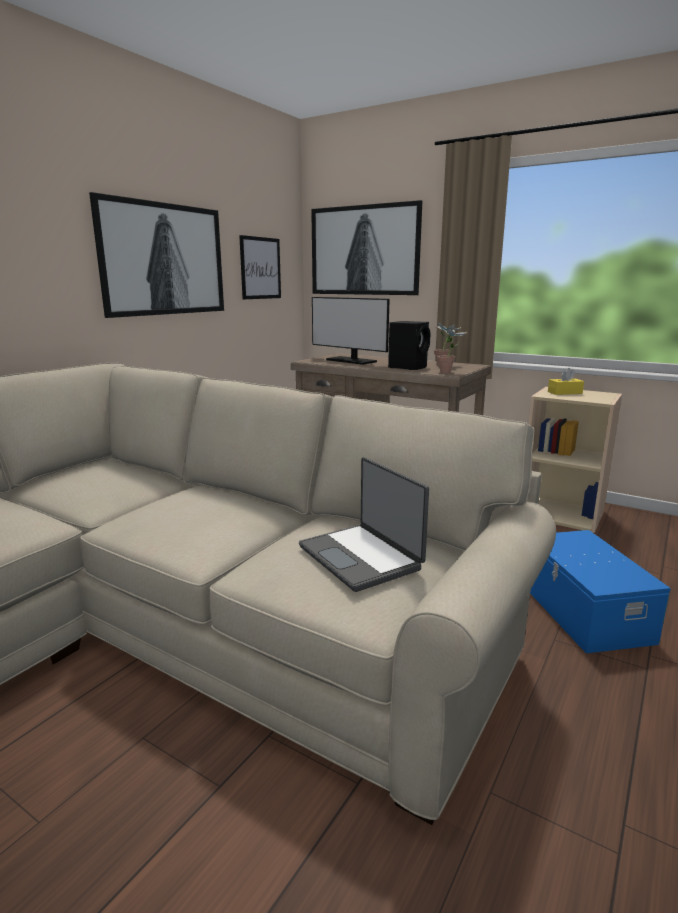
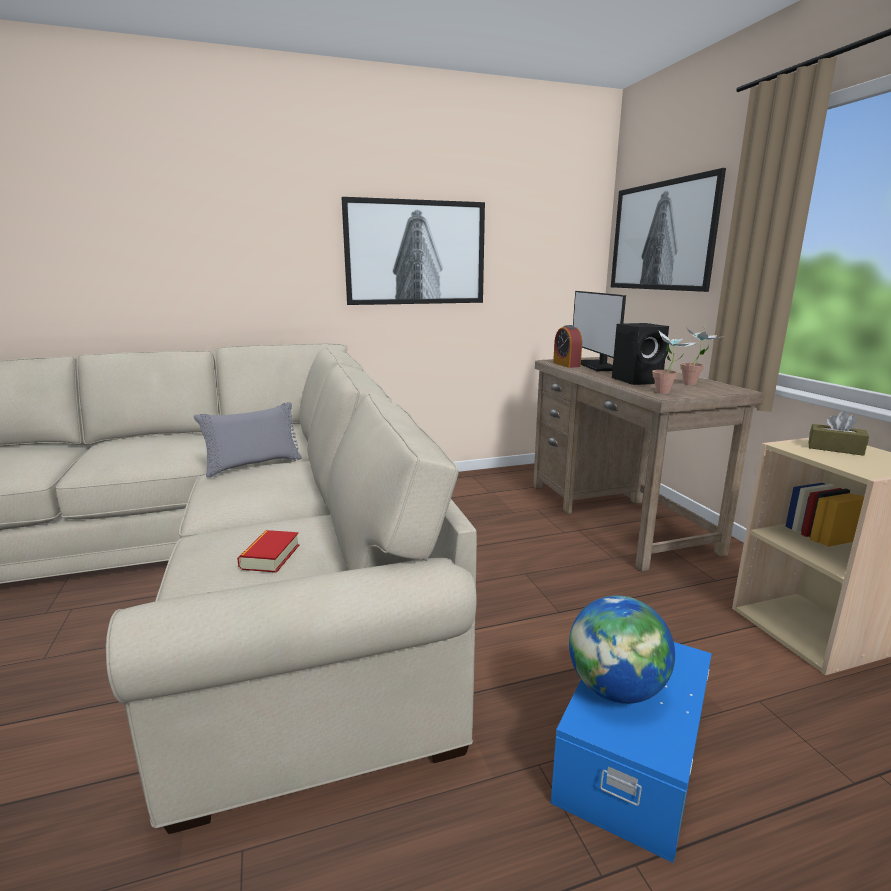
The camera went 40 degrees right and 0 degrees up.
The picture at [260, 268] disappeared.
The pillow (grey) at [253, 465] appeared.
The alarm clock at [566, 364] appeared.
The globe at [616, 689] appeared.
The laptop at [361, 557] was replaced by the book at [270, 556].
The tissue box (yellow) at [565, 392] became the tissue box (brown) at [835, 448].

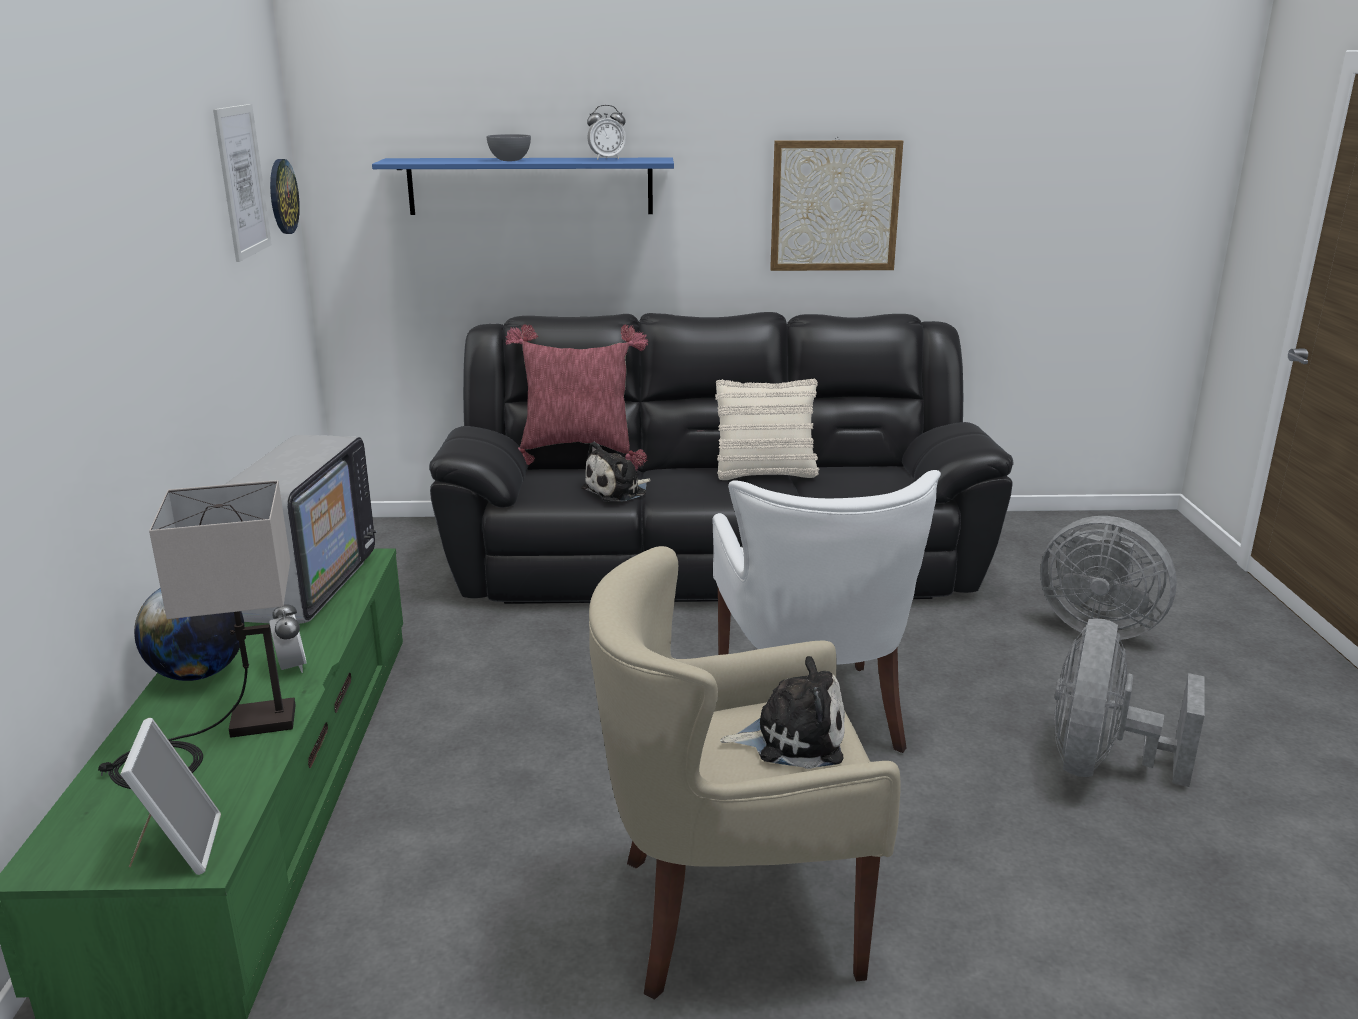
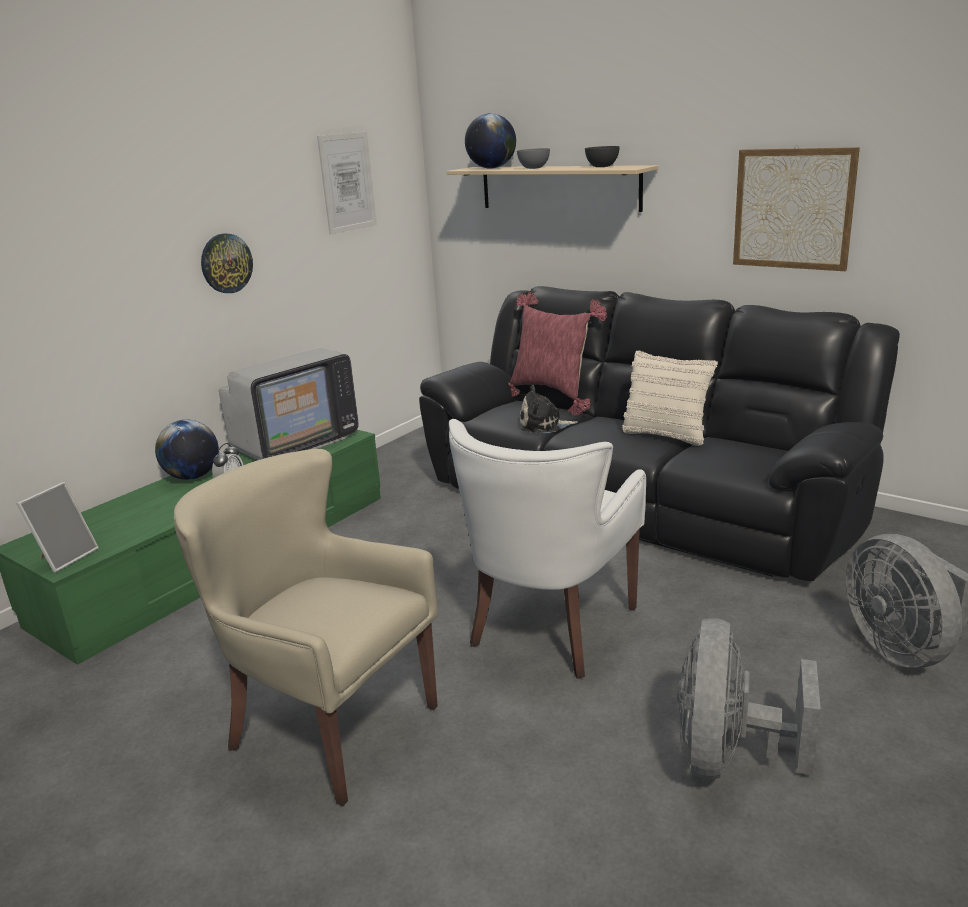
The camera went 40 degrees right and 0 degrees up.
The table lamp at [217, 738] disappeared.
The plush toy at [793, 738] disappeared.
The globe at [491, 168] appeared.
The wall clock moved from [282, 196] to [226, 263].
The alarm clock at [607, 159] was replaced by the bowl (grey) at [602, 166].
The shelf (blue) at [530, 186] became the shelf (beige) at [558, 188].
The fan (grey) at [1101, 765] turned 45 degrees counterclockwise.

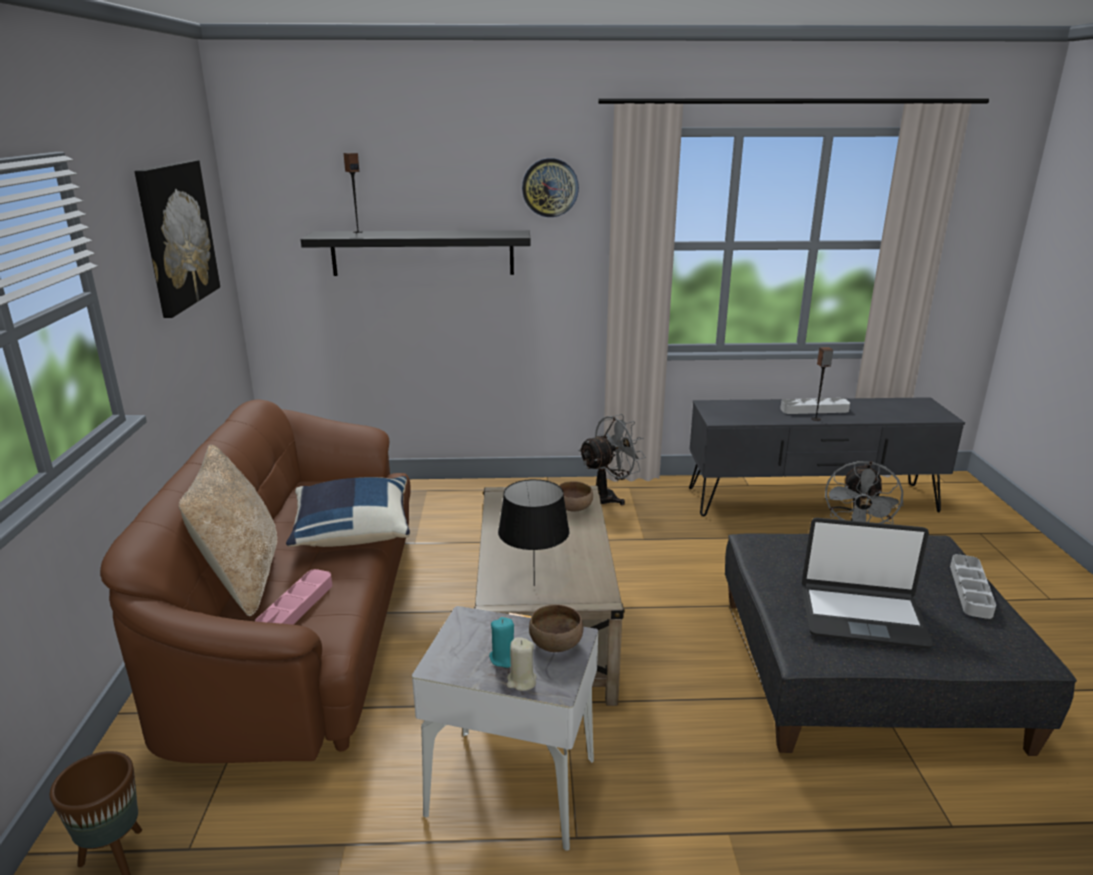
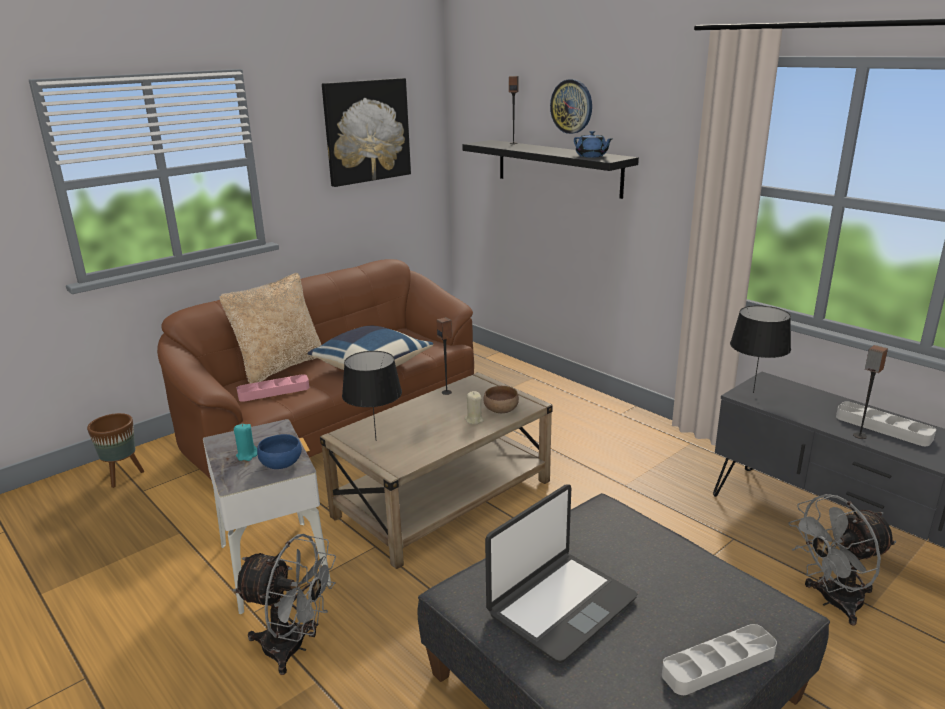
The camera went 50 degrees right and 0 degrees up.
The speaker at [446, 392] appeared.
The teapot (blue) at [591, 156] appeared.
The table lamp (black) at [753, 393] appeared.
The candle (beige) moved from [521, 681] to [474, 420].
The wall clock moved from [550, 187] to [572, 106].
The fan (grey) moved from [607, 497] to [294, 648].
The bowl (brown) at [555, 643] became the bowl (blue) at [282, 464].
The laptop at [862, 616] turned 105 degrees counterclockwise.

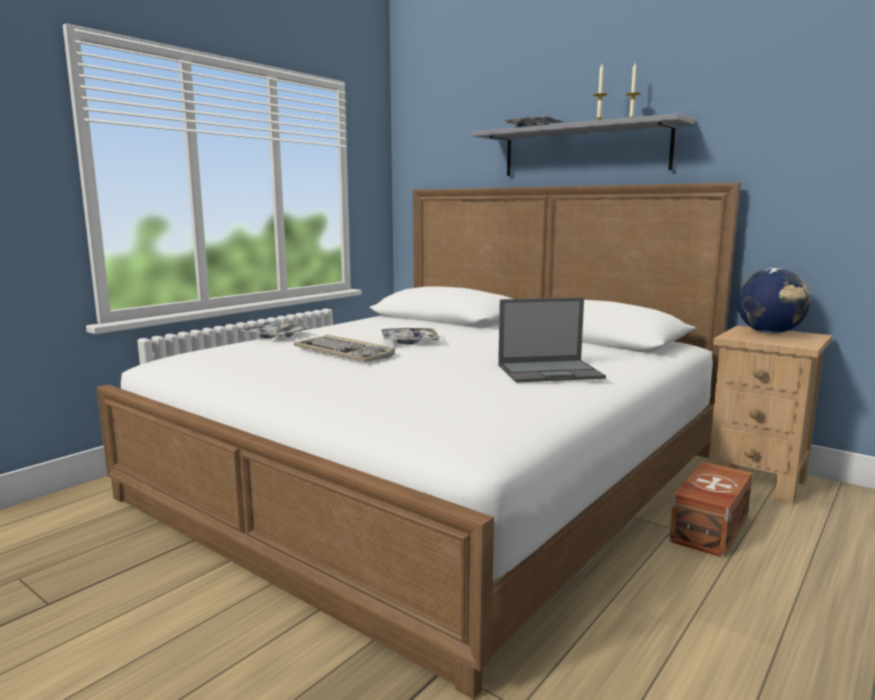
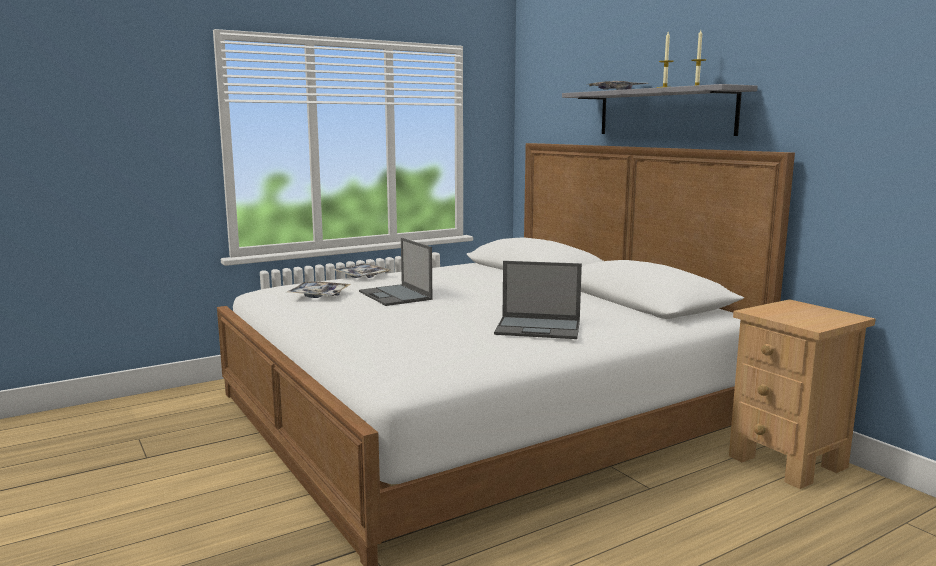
The camera went 20 degrees right and 0 degrees up.
The storage box (brown) at [707, 529] disappeared.
The globe at [769, 333] disappeared.
The tray moved from [409, 342] to [319, 295].
The keyboard at [345, 352] was replaced by the laptop at [395, 296].

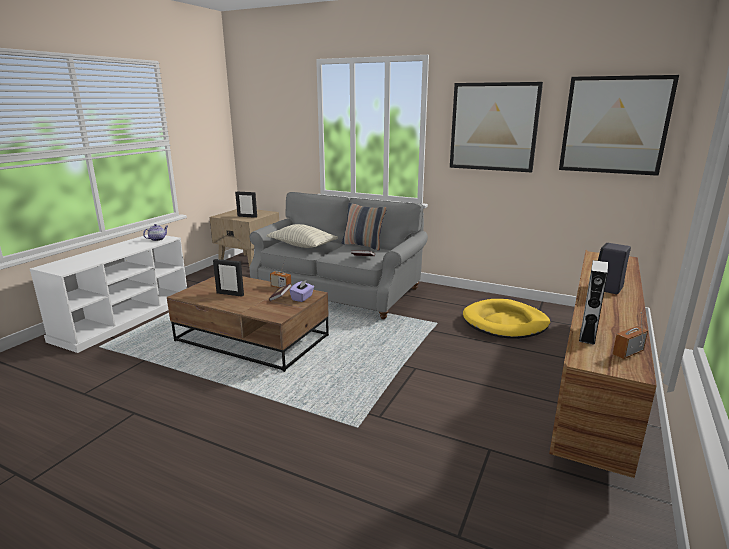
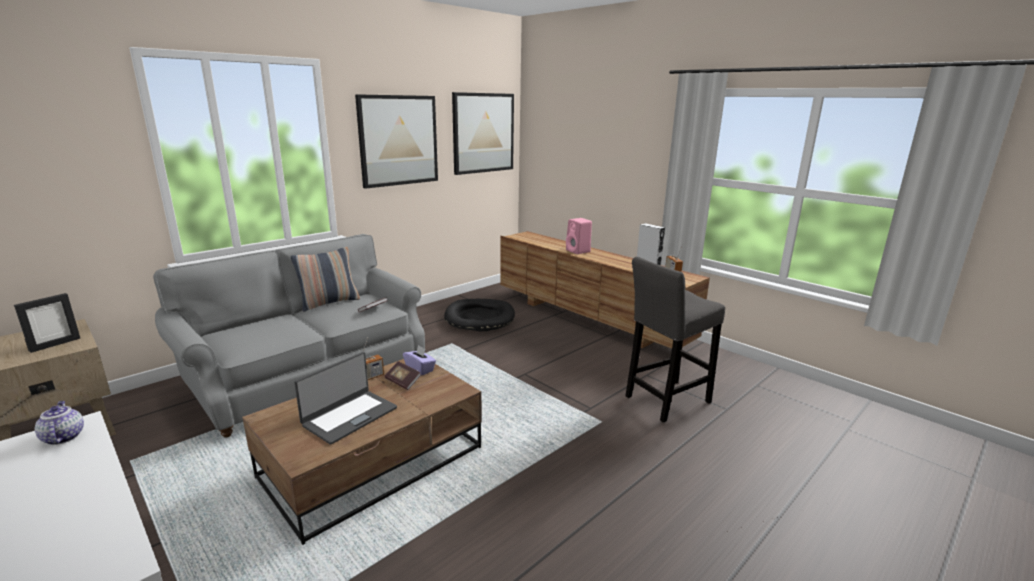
The camera went 70 degrees left and 0 degrees up.
The pillow at [302, 246] disappeared.
The stool (grey) at [664, 401] appeared.
The picture frame at [230, 294] was replaced by the laptop at [349, 416].
The dog bed (yellow) at [505, 323] became the dog bed (black) at [480, 318].
The speaker (black) at [607, 289] became the speaker (pink) at [578, 251].

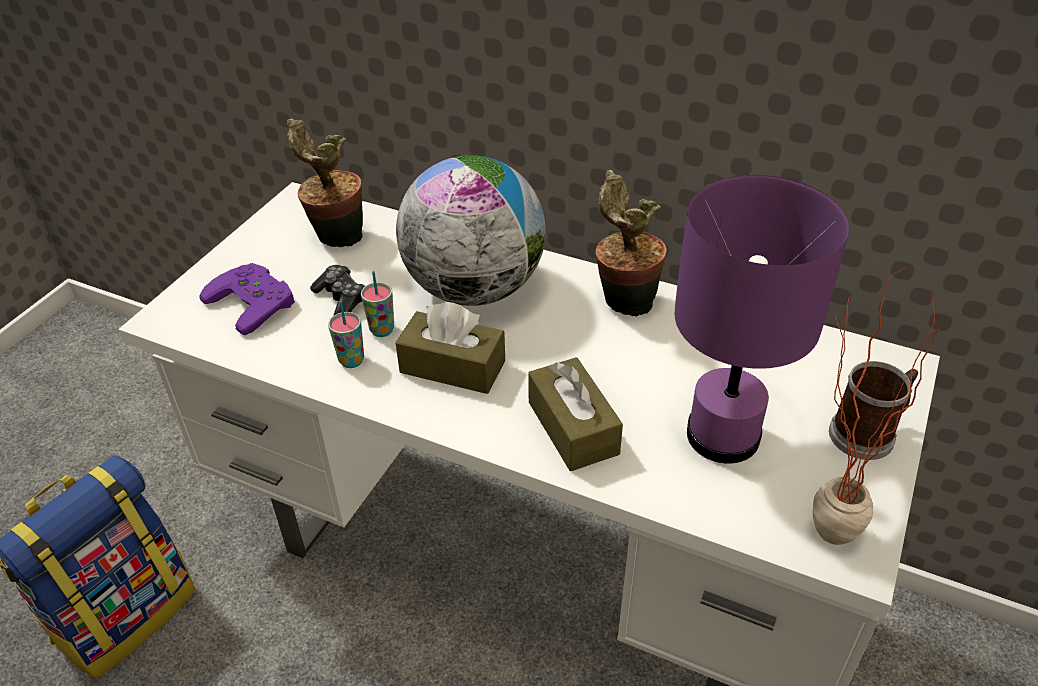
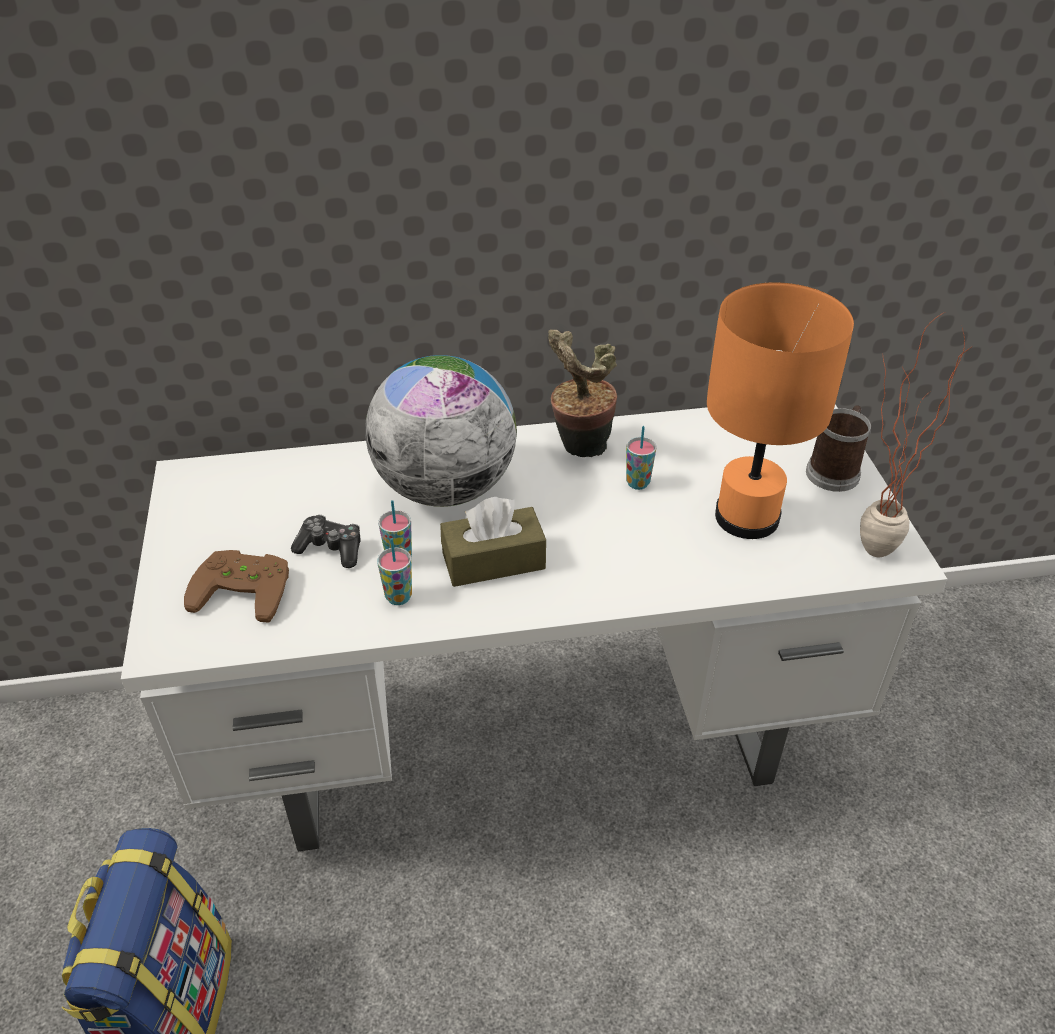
The camera went 35 degrees left and 0 degrees up.
The potted plant at [335, 238] disappeared.
The tissue box (brown) at [573, 428] disappeared.
The cup at [638, 483] appeared.
The game controller (purple) at [256, 301] became the game controller (brown) at [245, 587].
The table lamp (purple) at [724, 435] became the table lamp (orange) at [747, 516].

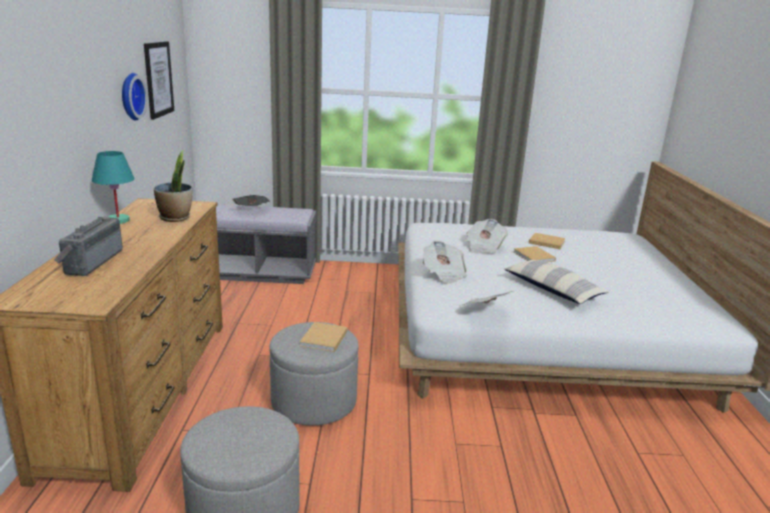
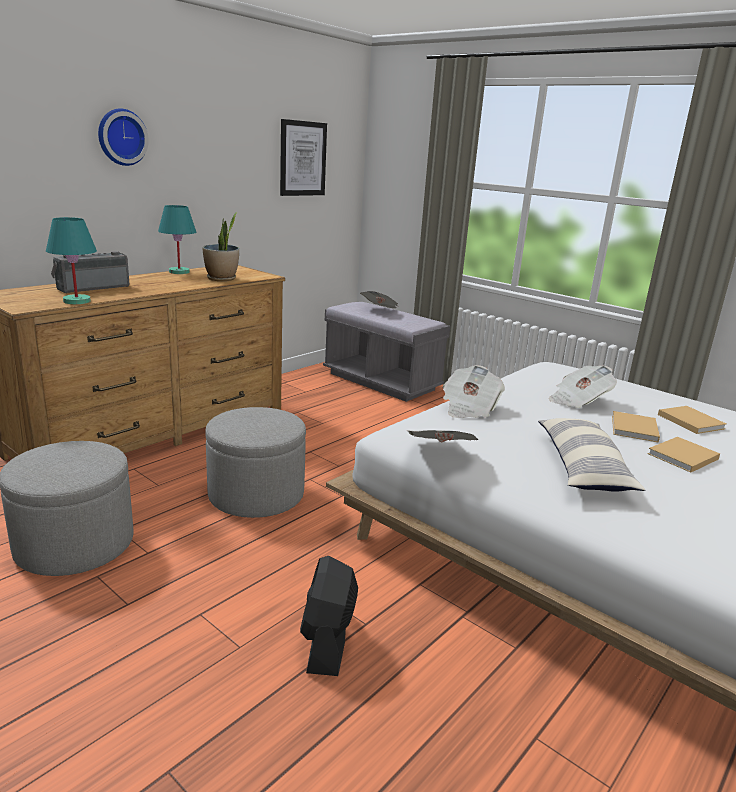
The camera went 40 degrees right and 0 degrees up.
The table lamp (turquoise) at [77, 301] appeared.
The fan (black) at [327, 641] appeared.
The wall clock moved from [130, 96] to [121, 137].
The book (beige) moved from [323, 339] to [682, 457].

